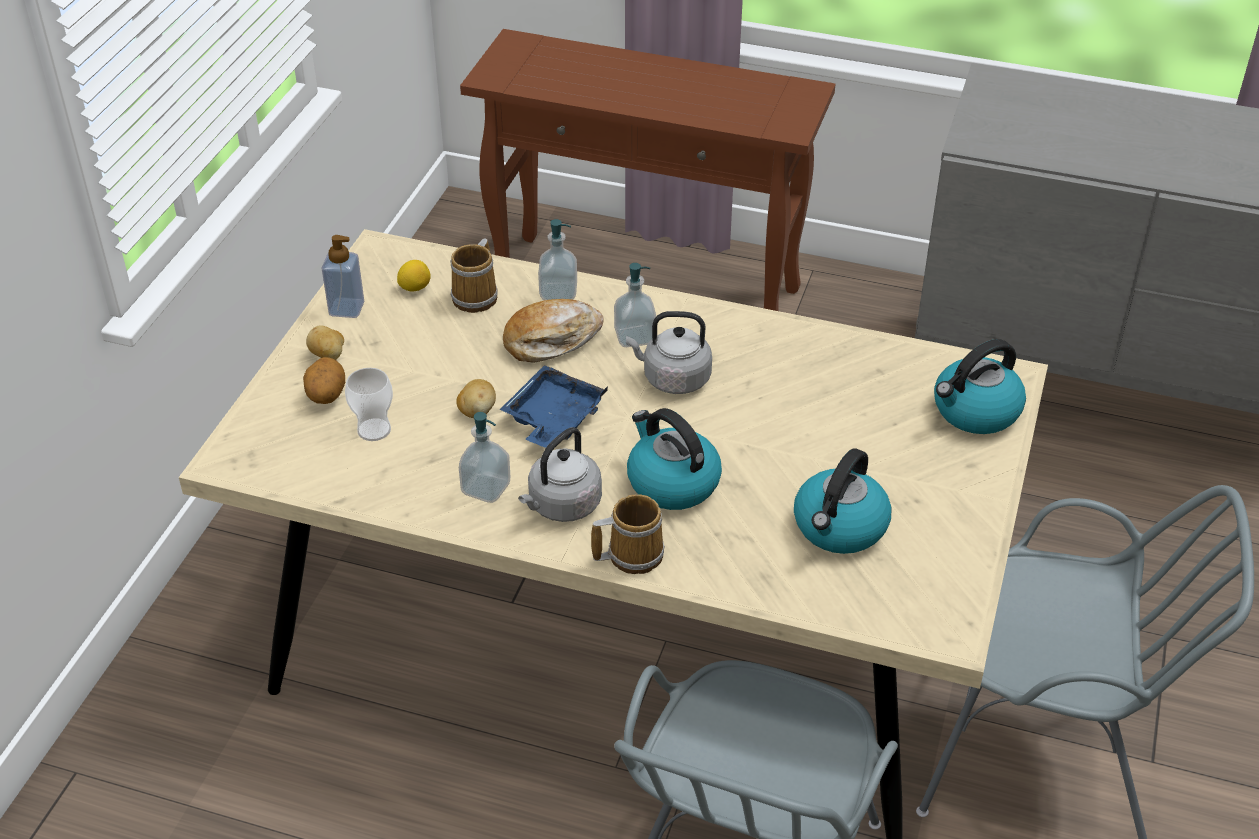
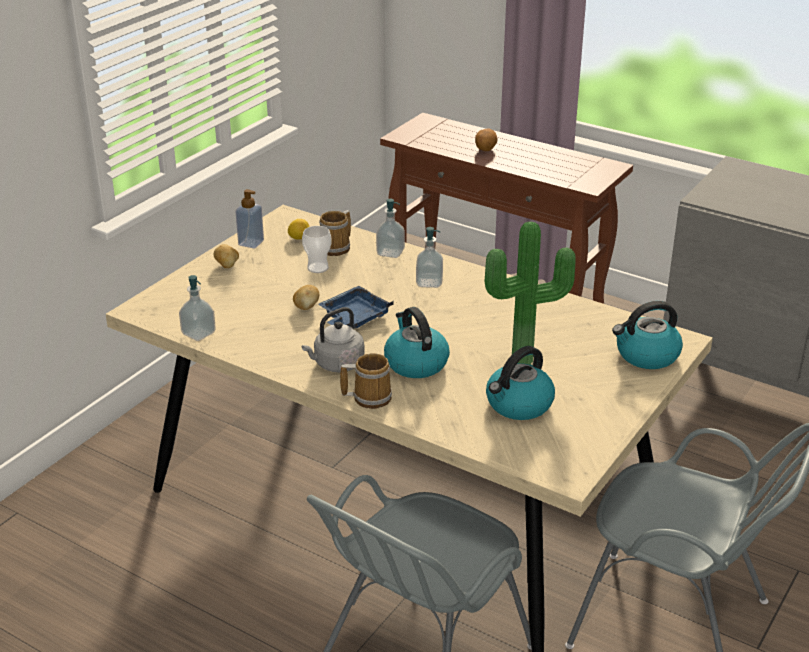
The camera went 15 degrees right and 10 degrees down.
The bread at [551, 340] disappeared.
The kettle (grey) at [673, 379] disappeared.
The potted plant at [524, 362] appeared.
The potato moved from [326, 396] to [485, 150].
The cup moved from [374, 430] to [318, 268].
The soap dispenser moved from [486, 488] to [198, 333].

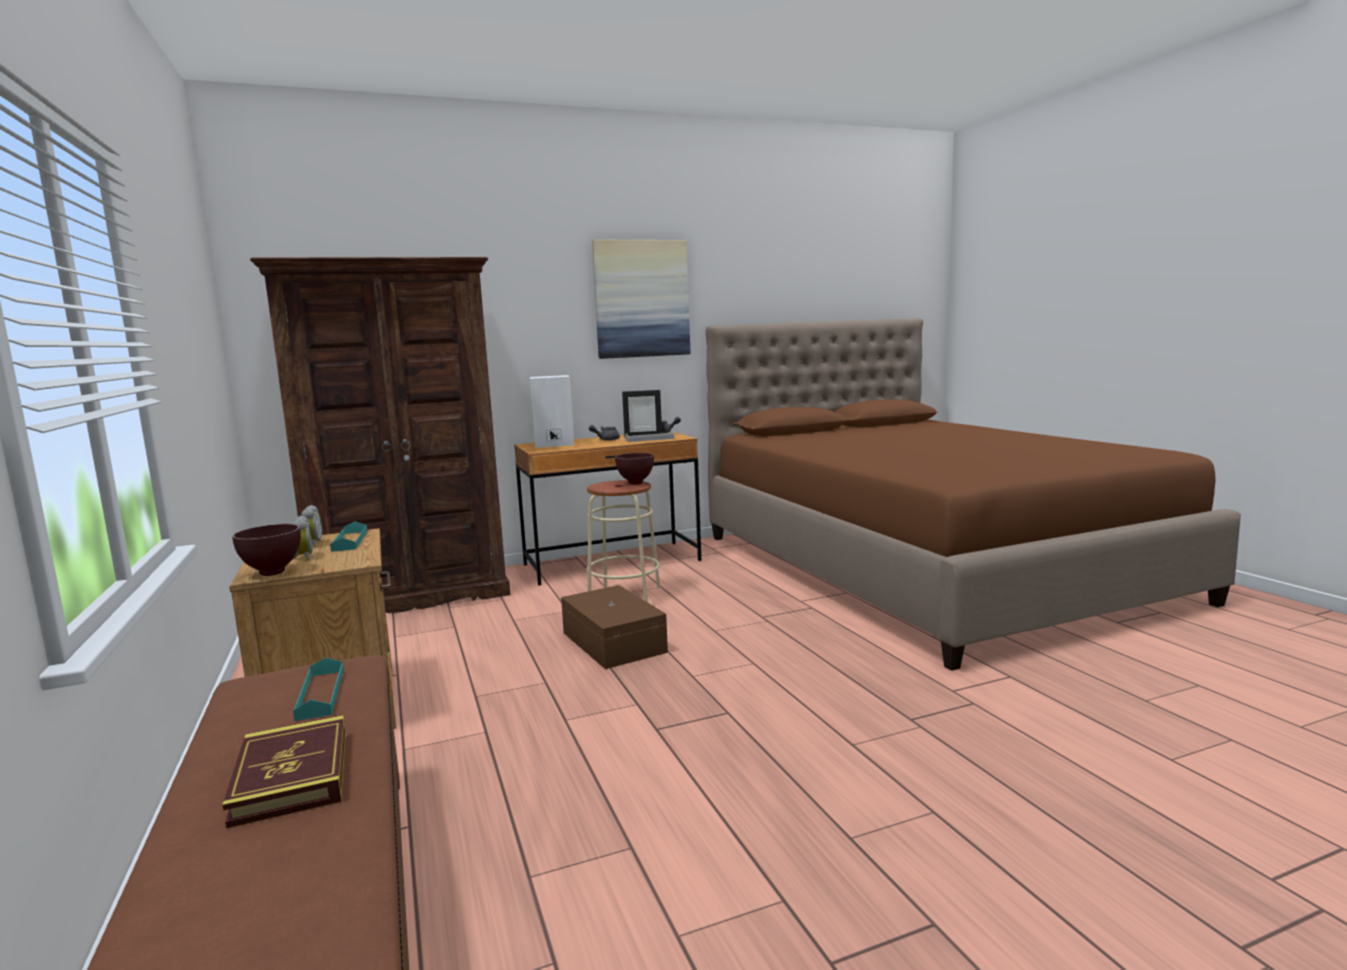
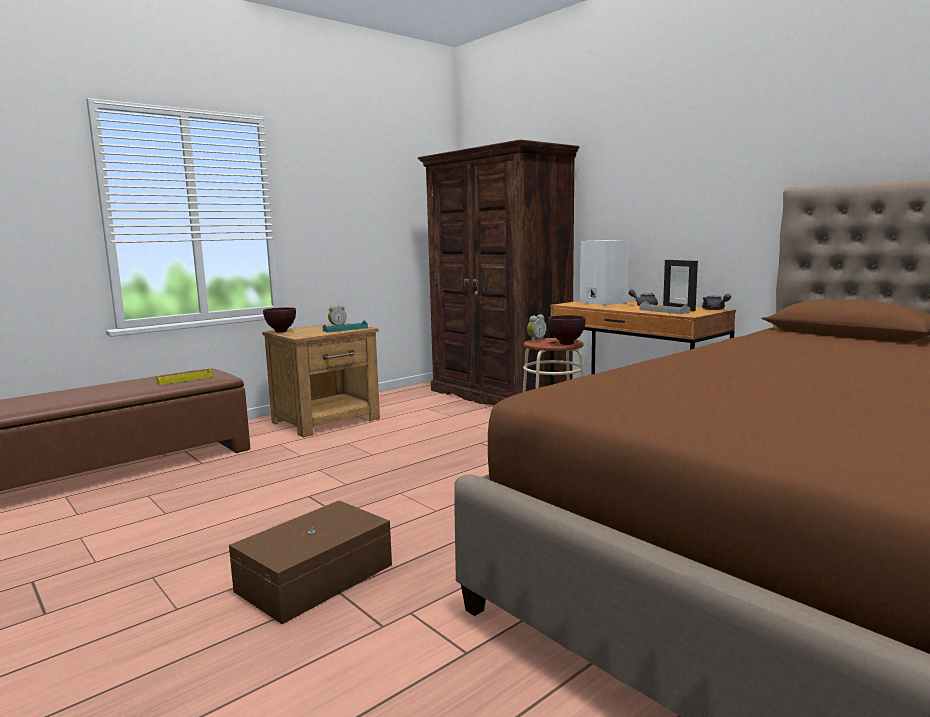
The camera went 70 degrees right and 0 degrees up.
The book at [292, 776] disappeared.
The picture at [641, 299] disappeared.
The alarm clock moved from [303, 557] to [535, 340].
The storage box (brown) moved from [615, 641] to [318, 578].
The tray (turquoise) at [320, 694] became the tray (yellow) at [184, 379].

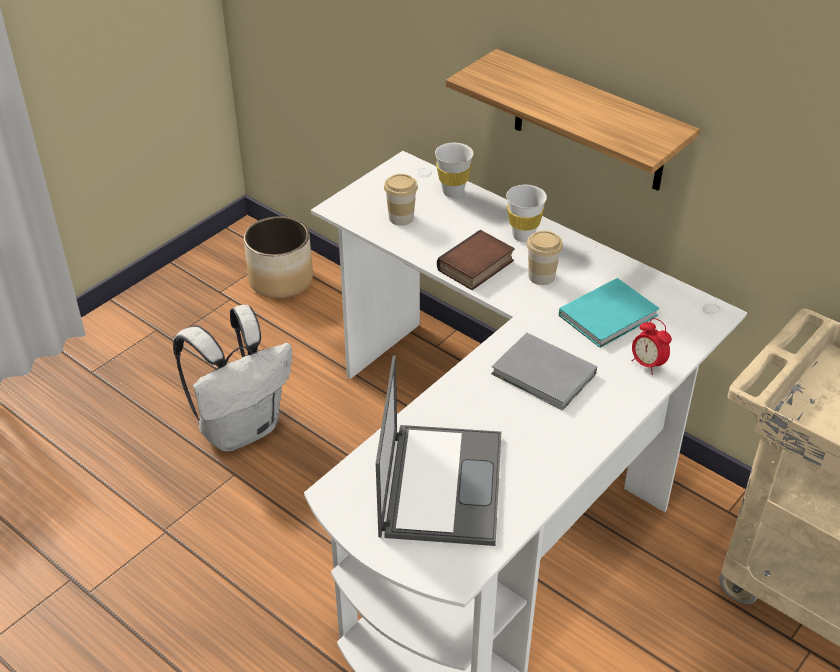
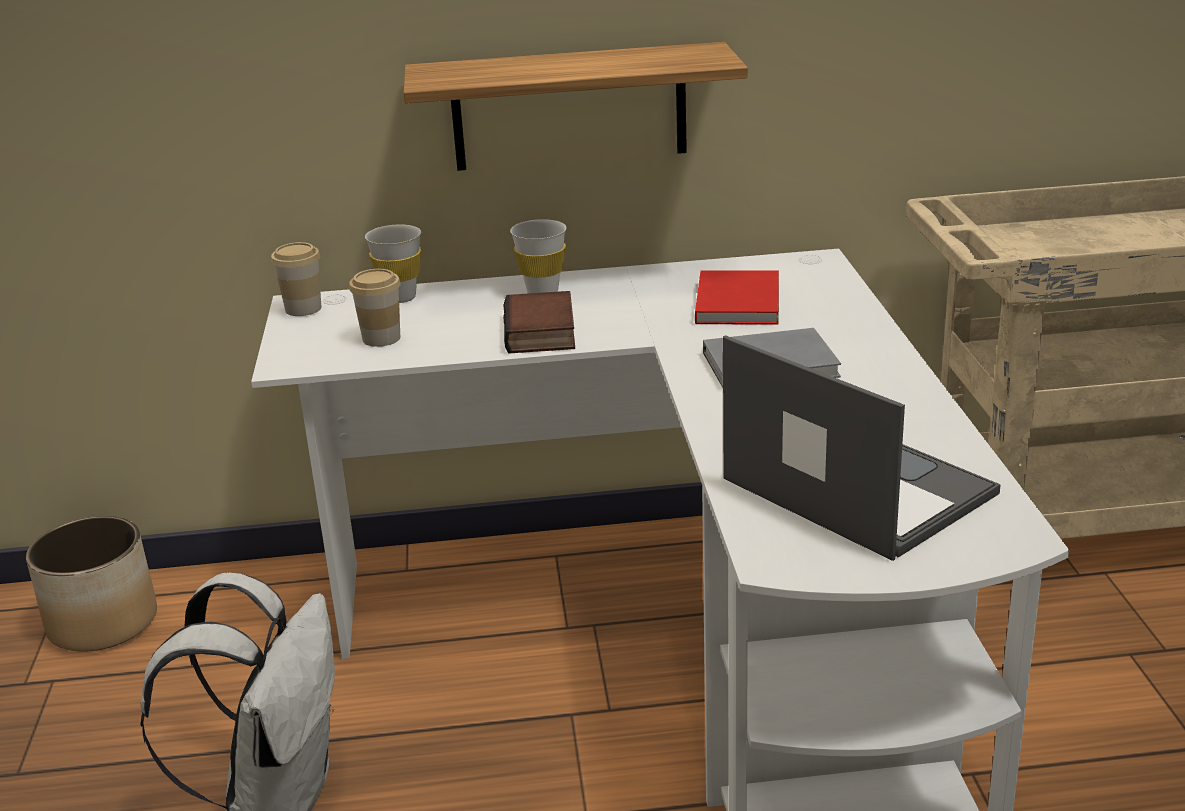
The camera went 45 degrees left and 15 degrees down.
The alarm clock at [647, 364] disappeared.
The cup moved from [541, 276] to [303, 309].
The book (turquoise) at [610, 315] became the book (red) at [739, 301].

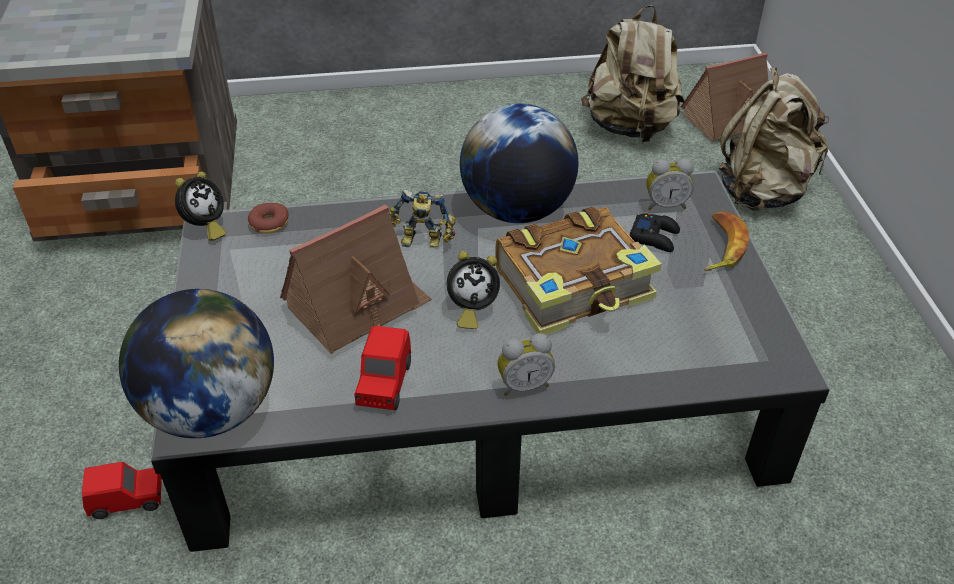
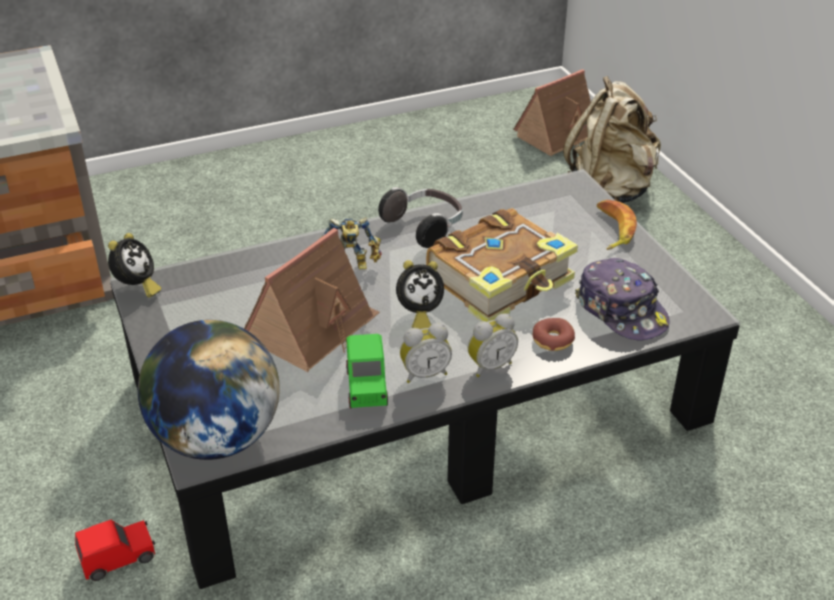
The camera went 15 degrees left and 5 degrees down.
The backpack (beige) at [630, 127] disappeared.
The game controller (black) at [655, 237] disappeared.
The cap at [621, 310] appeared.
The donut moved from [269, 223] to [553, 340].
The alarm clock moved from [665, 205] to [424, 373].
The globe at [517, 210] was replaced by the headphones at [425, 227].
The toy car (red) at [384, 384] became the toy car (green) at [367, 388].

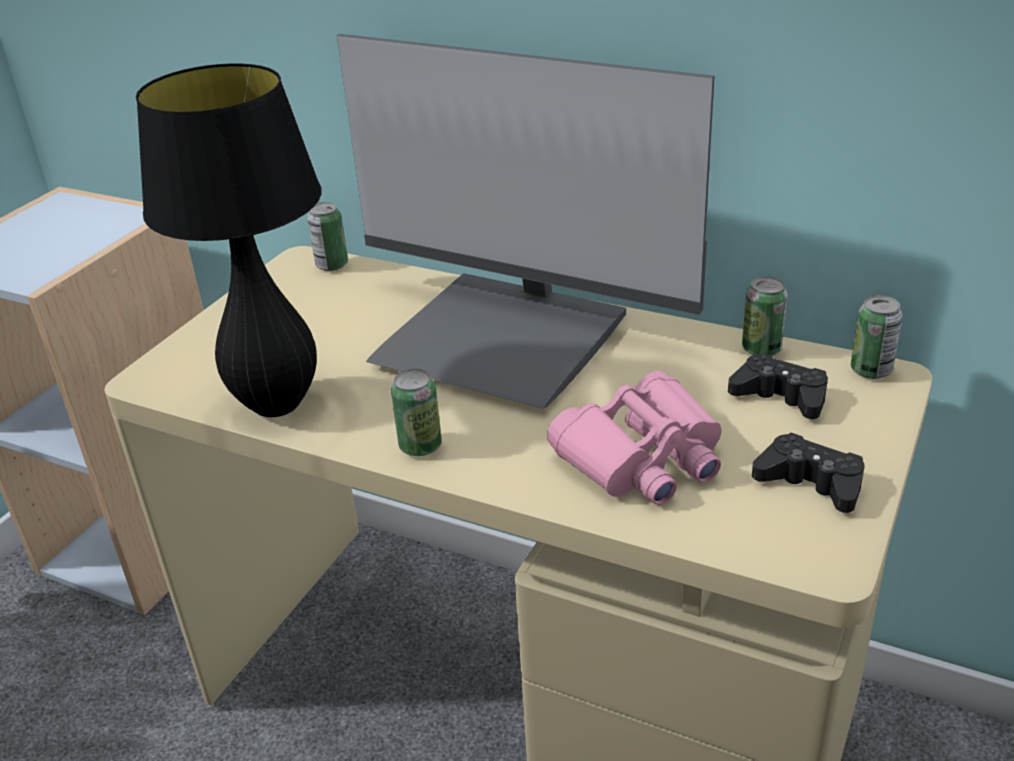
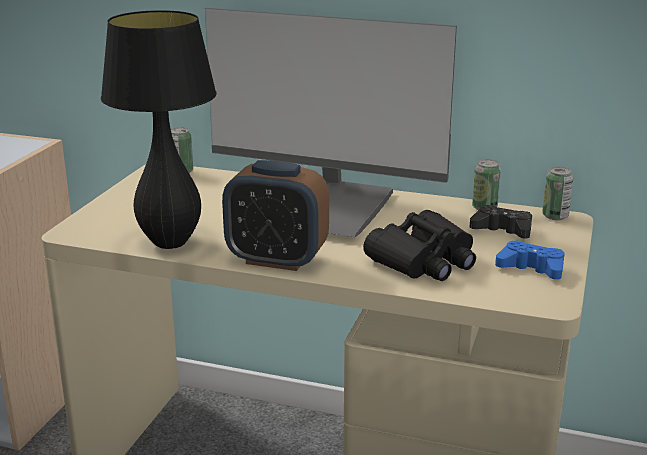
The camera went 10 degrees left and 10 degrees down.
The can at [420, 446] was replaced by the alarm clock at [277, 260].
The binoculars (pink) at [642, 458] became the binoculars (black) at [424, 261].
The game controller (black) at [811, 483] became the game controller (blue) at [531, 268].

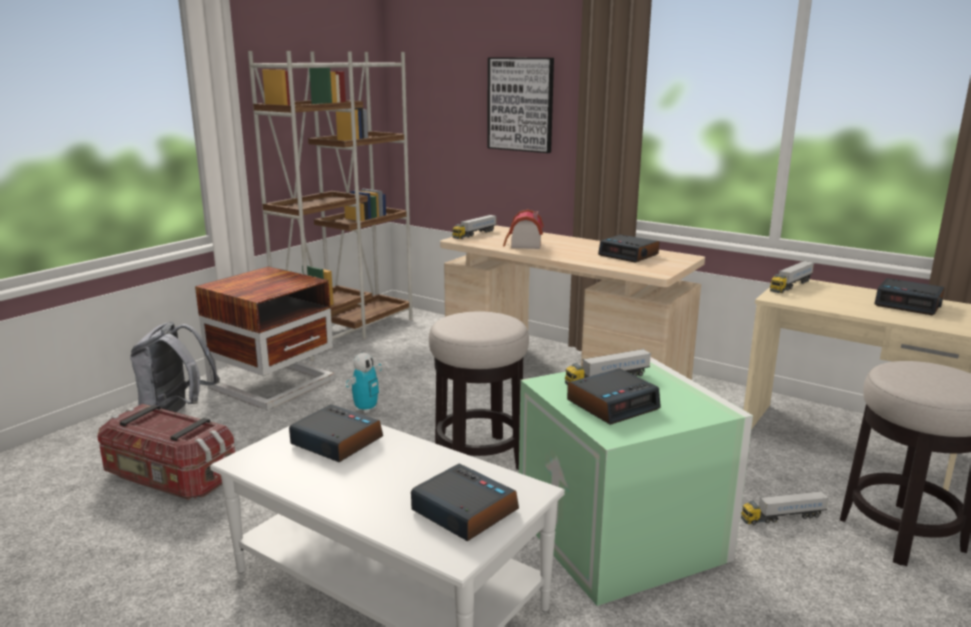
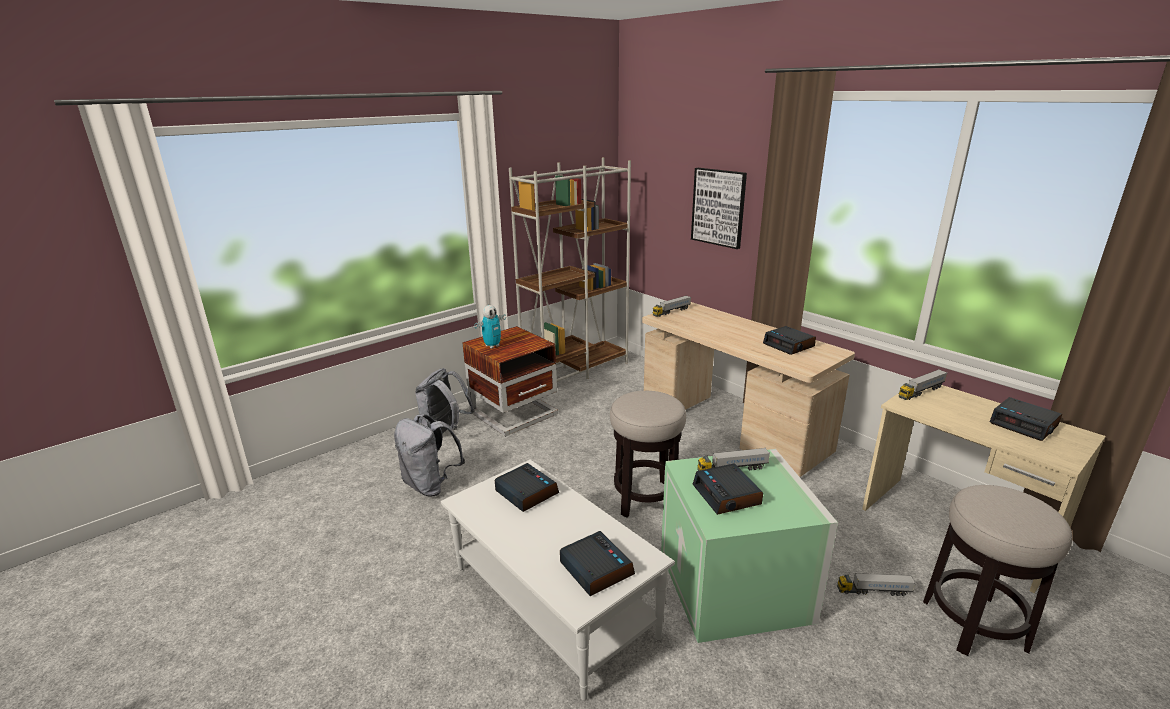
The camera went 15 degrees right and 5 degrees up.
The toy house at [523, 245] disappeared.
The toy robot moved from [366, 409] to [492, 346].
The storage box at [169, 478] was replaced by the backpack (grey) at [430, 485].
The alarm clock at [612, 404] turned 90 degrees clockwise.

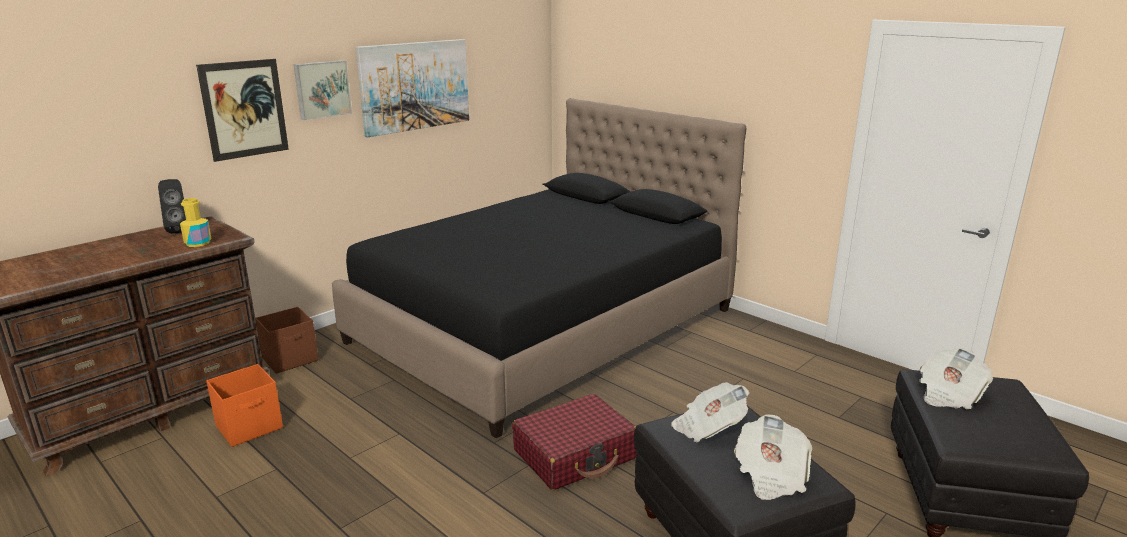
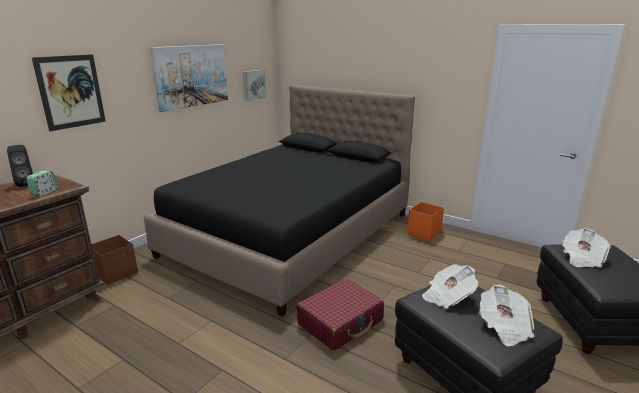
The camera went 10 degrees left and 0 degrees up.
The storage box (orange) moved from [250, 427] to [424, 233].
The picture moved from [322, 89] to [253, 85].
The bottle (yellow) at [198, 243] was replaced by the alarm clock at [44, 192].

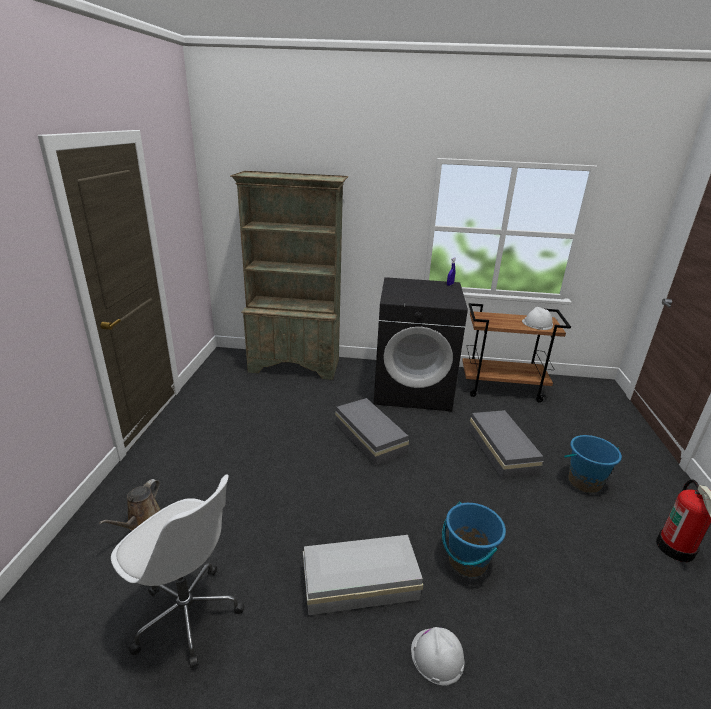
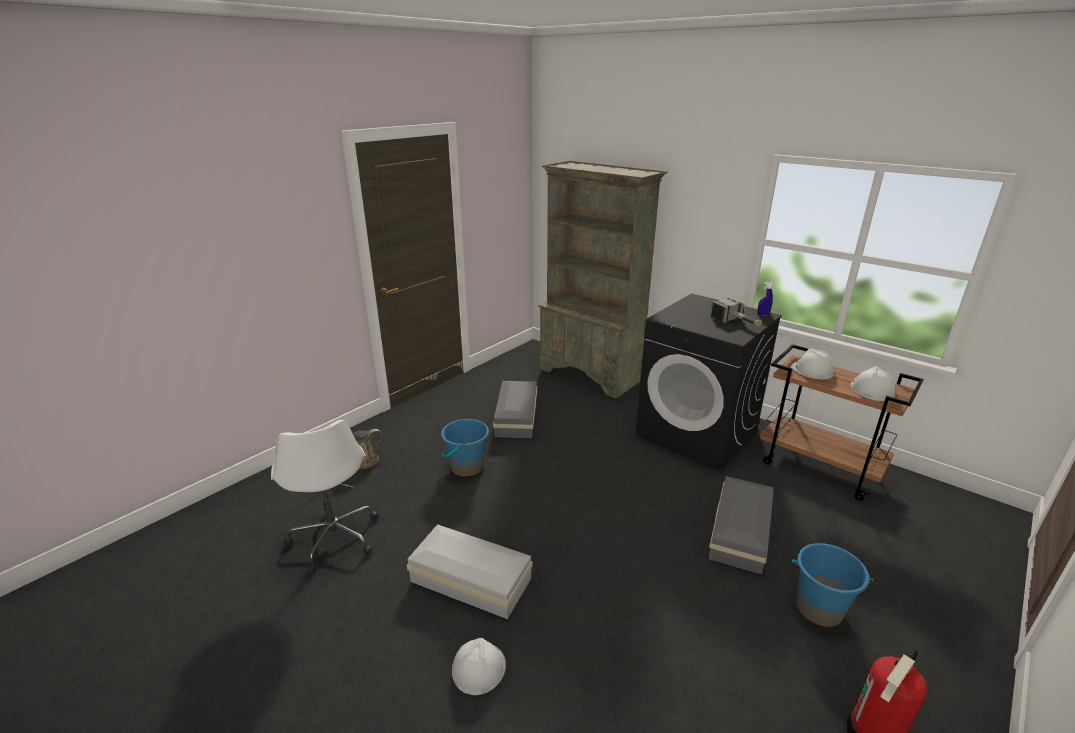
The camera went 35 degrees right and 0 degrees up.
The hammer at [737, 323] appeared.
The hard hat (white) at [812, 370] appeared.
The storage box (grey) moved from [369, 439] to [515, 417].
The bucket (blue) moved from [467, 561] to [467, 467].

